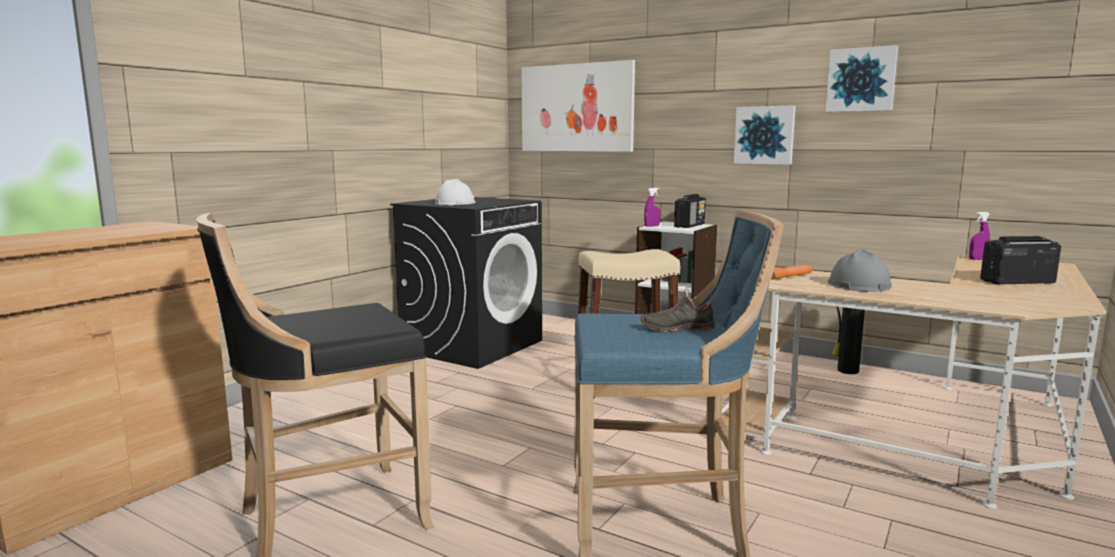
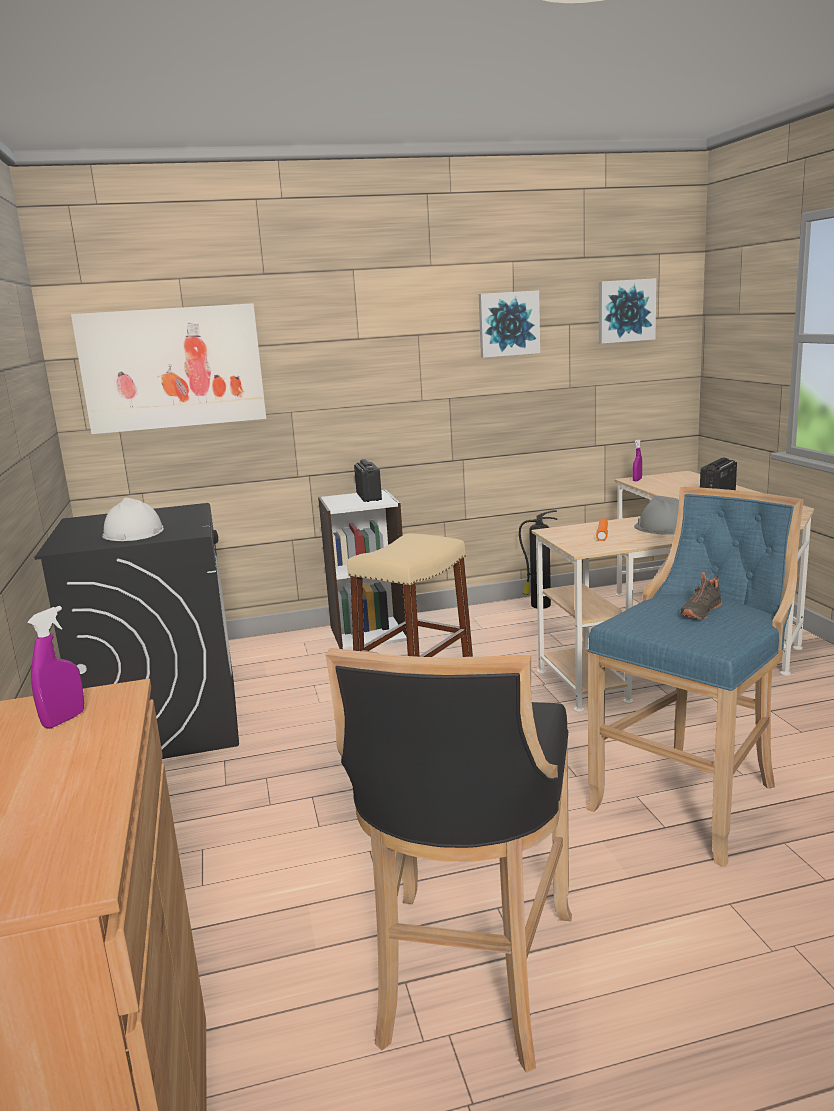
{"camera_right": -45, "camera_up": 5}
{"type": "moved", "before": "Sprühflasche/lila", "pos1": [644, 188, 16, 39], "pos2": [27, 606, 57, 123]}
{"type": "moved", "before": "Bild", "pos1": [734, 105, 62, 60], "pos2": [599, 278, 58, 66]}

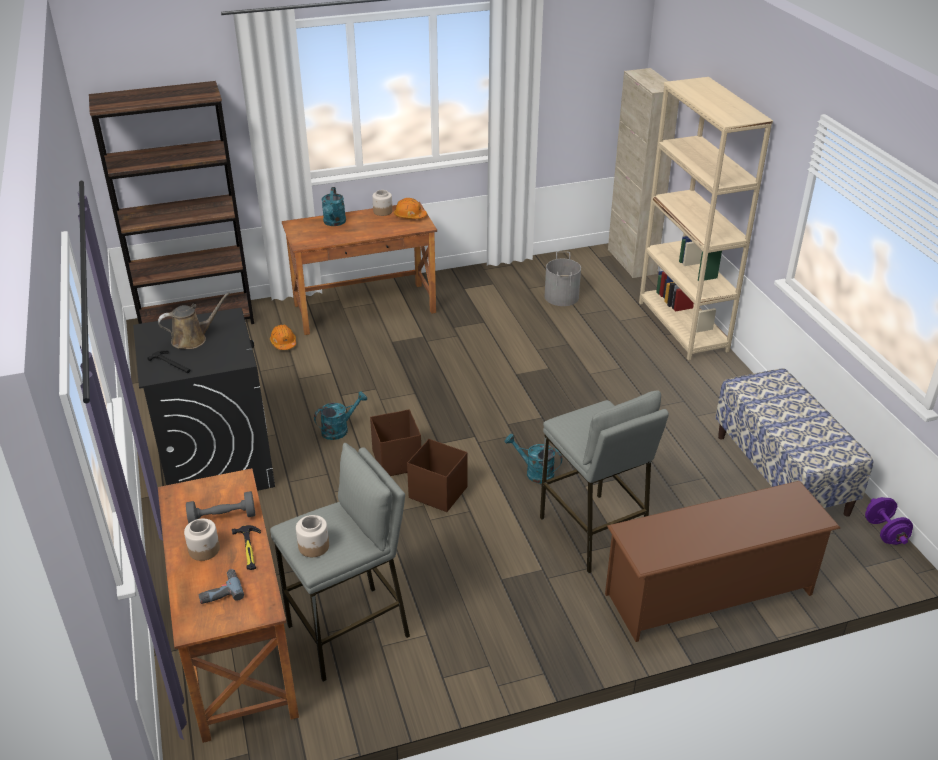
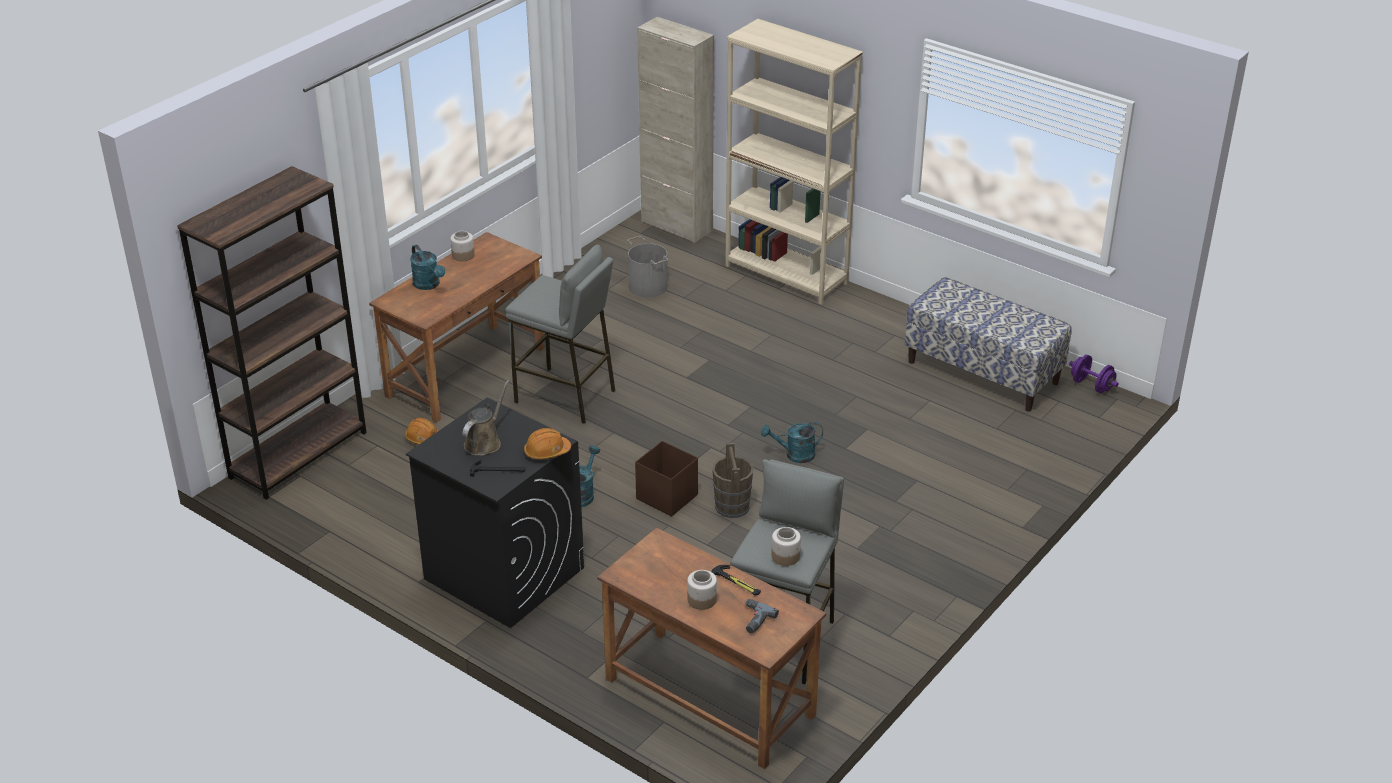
{"camera_right": -35, "camera_up": 0}
{"type": "removed", "before": "Hantel/grau", "pos1": [186, 491, 69, 33]}
{"type": "moved", "before": "Schutzhelm/orange", "pos1": [394, 198, 33, 21], "pos2": [524, 428, 47, 32]}
{"type": "replaced", "before": "Aufbewahrungsbox/braun", "after": "Eimer/braun", "pos1": [407, 439, 61, 73], "pos2": [712, 443, 42, 75]}
{"type": "moved", "before": "Hocker/grau", "pos1": [540, 390, 129, 183], "pos2": [505, 244, 110, 180]}
{"type": "removed", "before": "Schuhregal/braun", "pos1": [605, 481, 235, 161]}

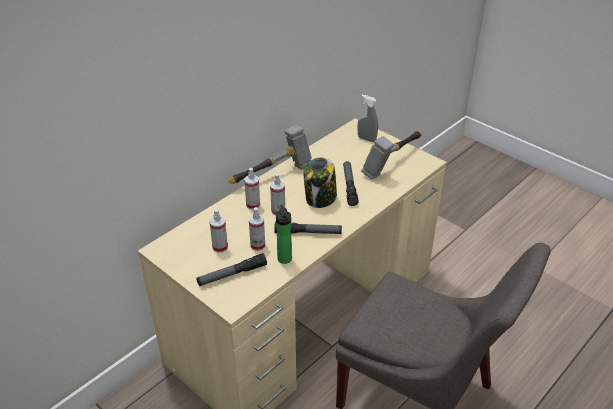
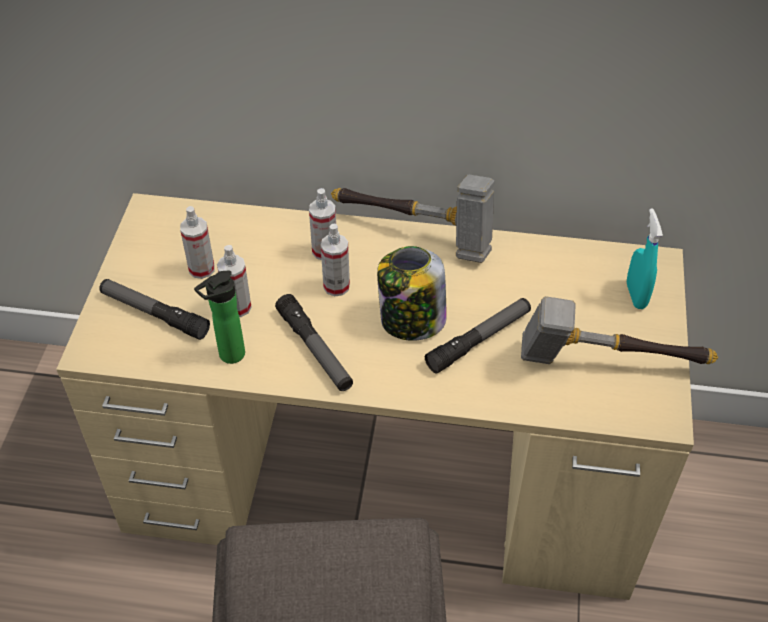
{"camera_right": 55, "camera_up": 10}
{"type": "recoloured", "before": "Sprühflasche/grau", "after": "Sprühflasche/türkis", "pos1": [358, 95, 20, 47], "pos2": [627, 208, 36, 101]}

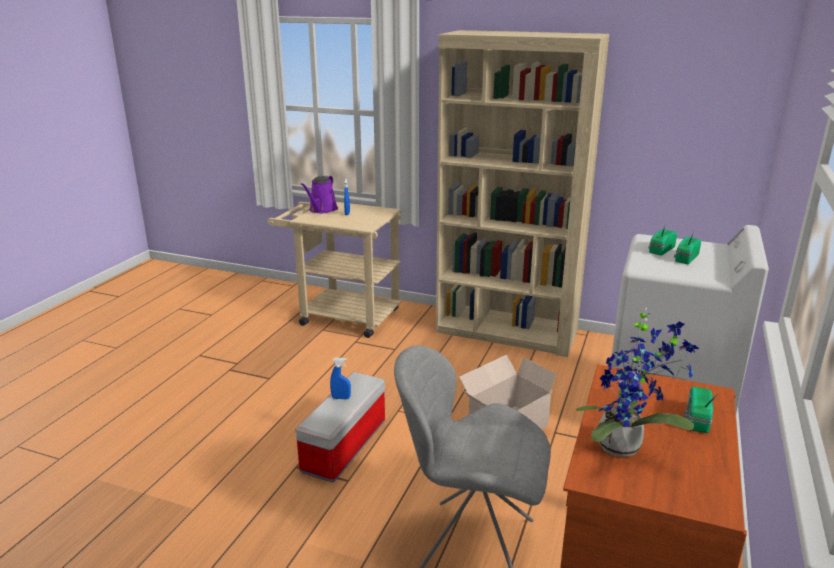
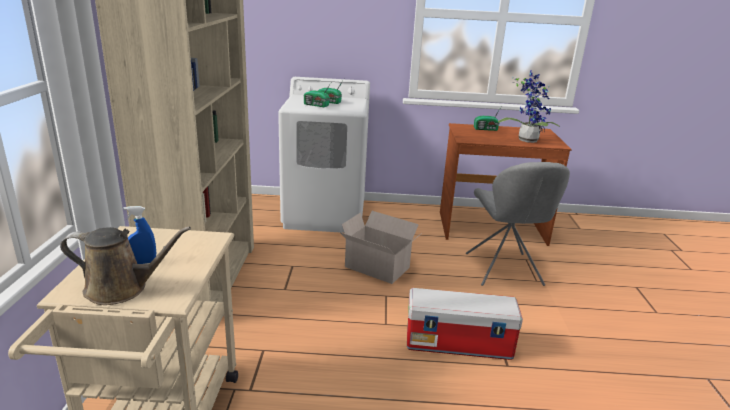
{"camera_right": -110, "camera_up": 0}
{"type": "recoloured", "before": "Gießkanne/lila", "after": "Gießkanne/braun", "pos1": [301, 175, 37, 38], "pos2": [60, 227, 131, 78]}
{"type": "removed", "before": "Sprühflasche/blau", "pos1": [330, 358, 21, 41]}

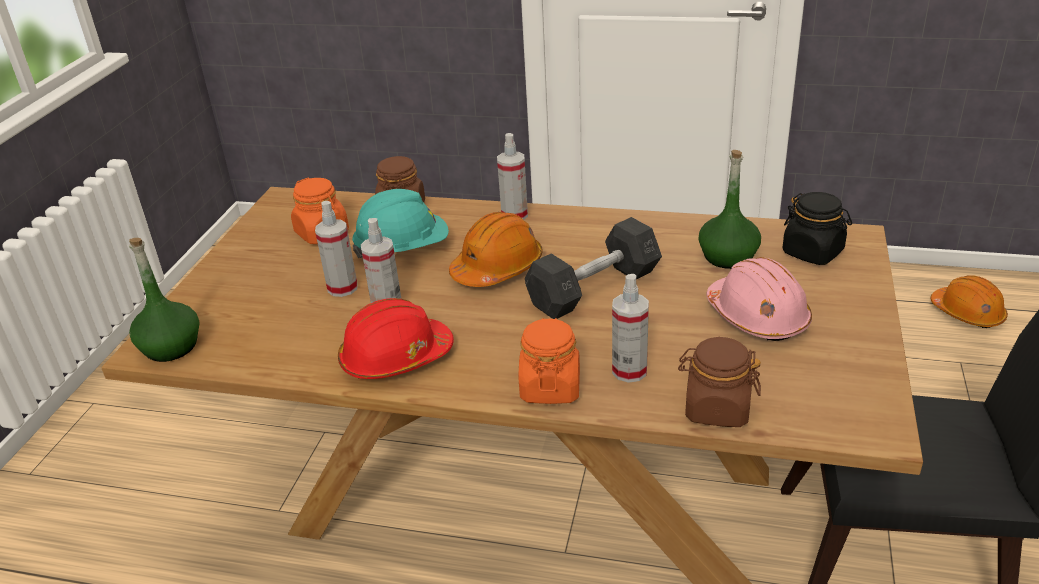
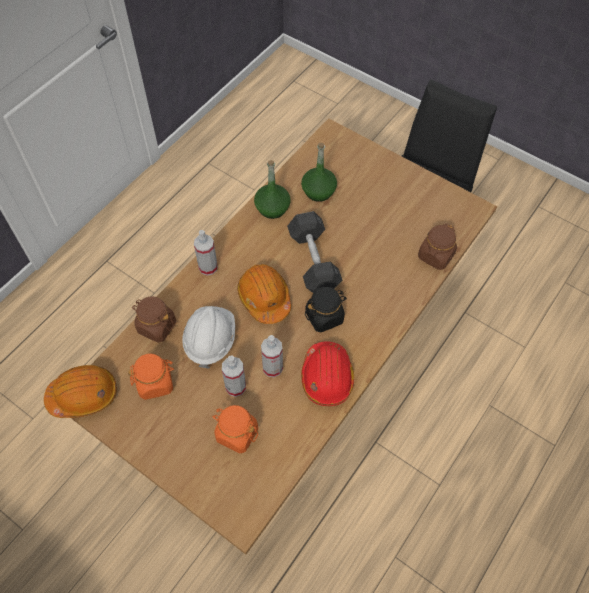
{"camera_right": -70, "camera_up": 25}
{"type": "moved", "before": "Flasche/grün", "pos1": [129, 238, 70, 124], "pos2": [254, 160, 37, 59]}
{"type": "recoloured", "before": "Schutzhelm/türkis", "after": "Schutzhelm/weiß", "pos1": [352, 189, 97, 69], "pos2": [182, 306, 53, 63]}
{"type": "moved", "before": "Vorratsglas/orange", "pos1": [519, 318, 61, 86], "pos2": [212, 405, 46, 48]}
{"type": "removed", "before": "Sprühflasche", "pos1": [612, 274, 37, 109]}
{"type": "removed", "before": "Schutzhelm/rosa", "pos1": [706, 257, 106, 84]}
{"type": "moved", "before": "Vorratsglas/schwarz", "pos1": [783, 192, 69, 73], "pos2": [305, 287, 42, 45]}
{"type": "moved", "before": "Schutzhelm/orange", "pos1": [931, 275, 77, 53], "pos2": [44, 365, 73, 53]}

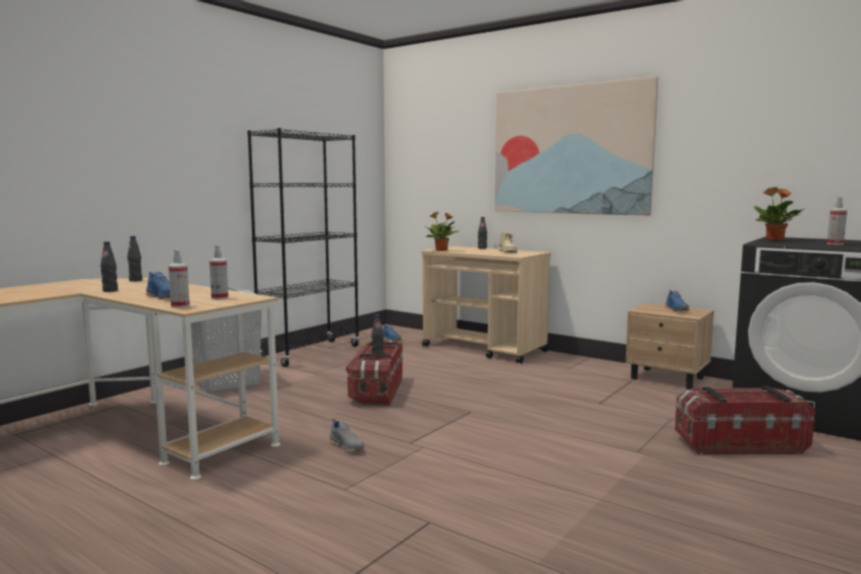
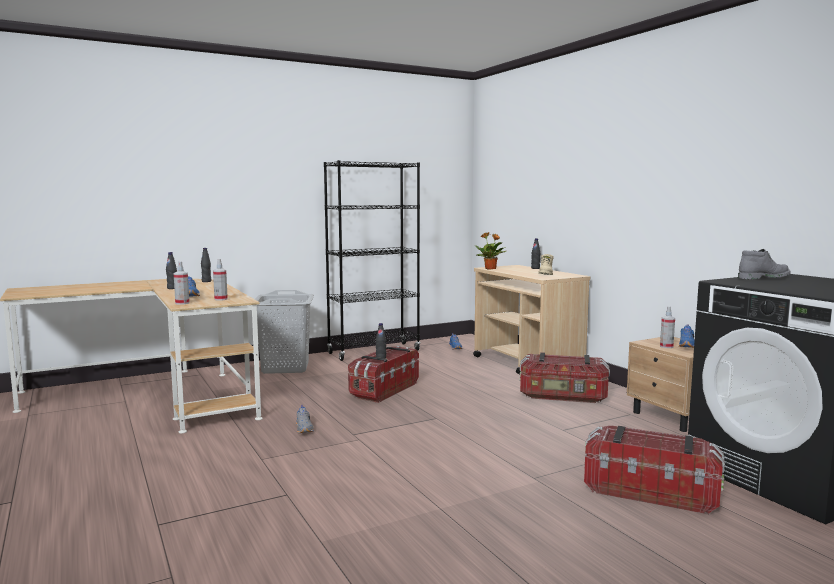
{"camera_right": 25, "camera_up": 0}
{"type": "removed", "before": "Bild", "pos1": [495, 76, 163, 139]}
{"type": "replaced", "before": "Topfpflanze", "after": "Stiefel/grau", "pos1": [753, 187, 51, 54], "pos2": [738, 249, 53, 30]}
{"type": "moved", "before": "Sprühflasche", "pos1": [827, 197, 20, 48], "pos2": [660, 306, 15, 42]}
{"type": "added", "after": "Aufbewahrungsbox", "pos2": [519, 352, 91, 51]}

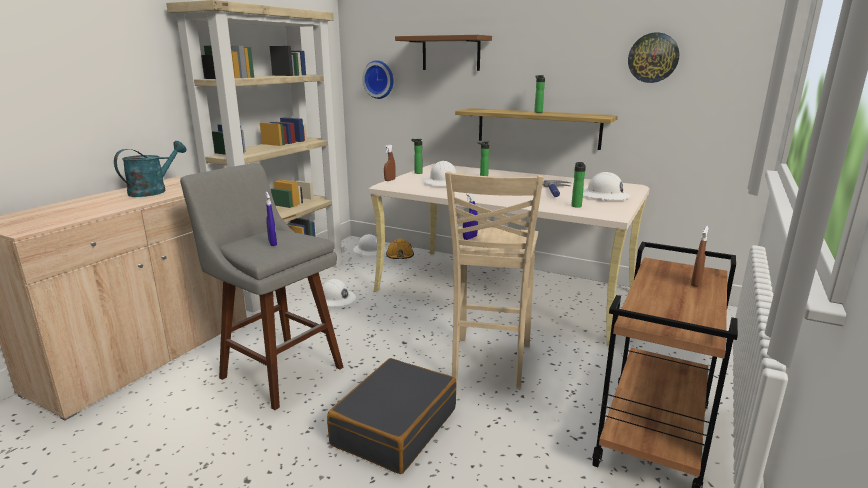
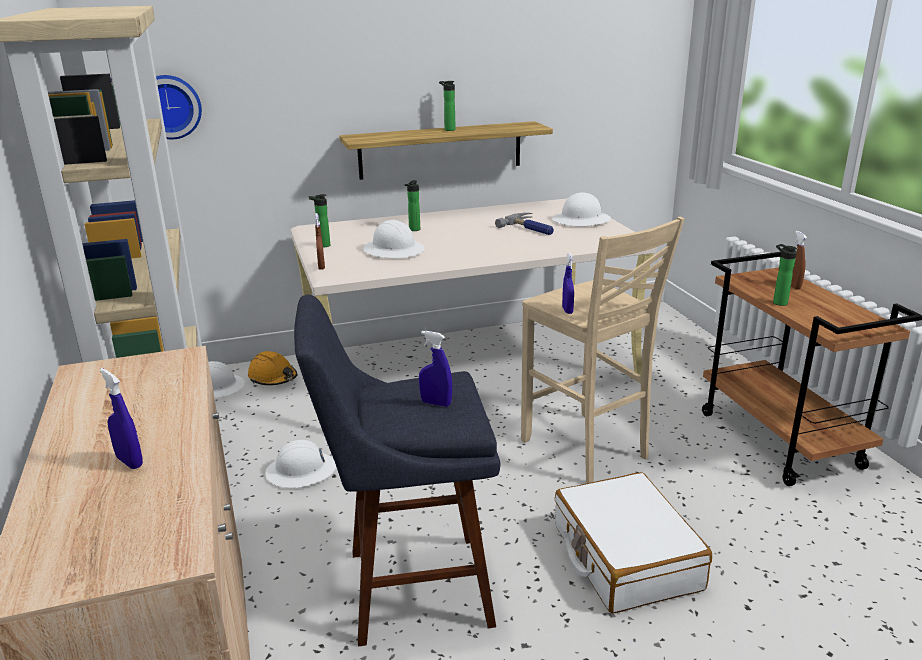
{"camera_right": -45, "camera_up": 5}
{"type": "removed", "before": "Gießkanne/türkis", "pos1": [114, 141, 73, 56]}
{"type": "recoloured", "before": "Hocker/grau", "after": "Hocker/blau", "pos1": [180, 163, 164, 247], "pos2": [294, 294, 206, 353]}
{"type": "recoloured", "before": "Koffer/schwarz", "after": "Koffer/weiß", "pos1": [327, 358, 130, 116], "pos2": [555, 472, 157, 142]}
{"type": "removed", "before": "Wandregal/braun", "pos1": [395, 35, 97, 36]}
{"type": "moved", "before": "Flasche", "pos1": [571, 162, 15, 46], "pos2": [773, 244, 24, 62]}
{"type": "removed", "before": "Wanduhr", "pos1": [628, 32, 51, 51]}
{"type": "added", "after": "Sprühflasche/blau", "pos2": [100, 368, 43, 101]}

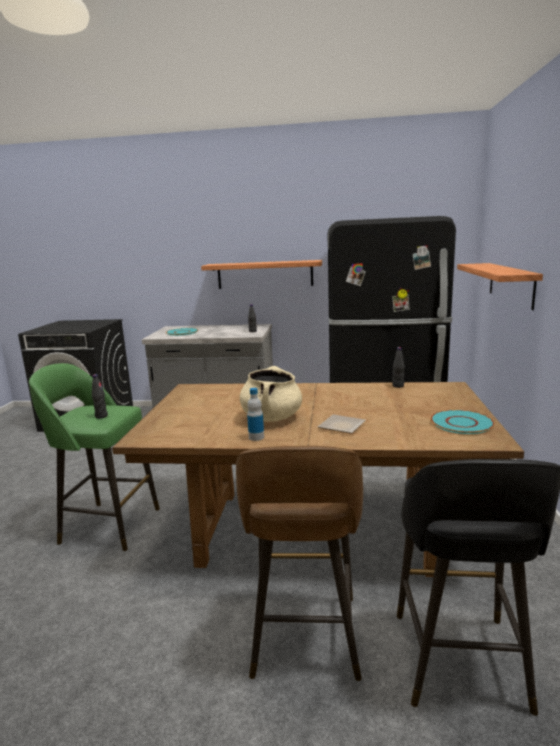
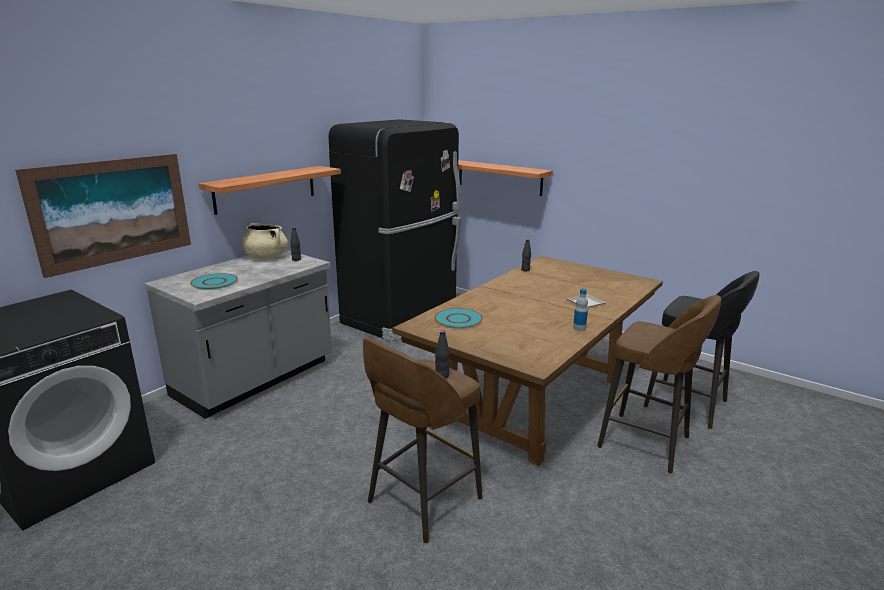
{"camera_right": -60, "camera_up": 5}
{"type": "recoloured", "before": "Hocker/grün", "after": "Hocker/braun", "pos1": [29, 363, 131, 188], "pos2": [363, 338, 120, 205]}
{"type": "moved", "before": "Kochtopf/beige", "pos1": [240, 366, 62, 56], "pos2": [242, 223, 46, 36]}
{"type": "moved", "before": "Teller/türkis", "pos1": [430, 410, 65, 24], "pos2": [434, 308, 49, 21]}
{"type": "added", "after": "Bild", "pos2": [15, 154, 176, 124]}

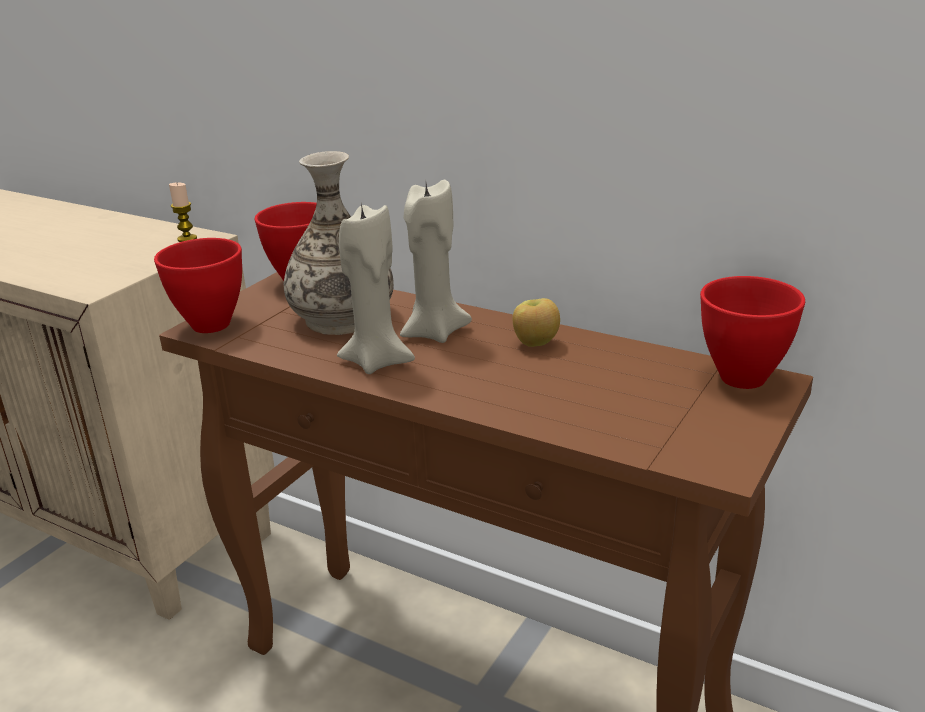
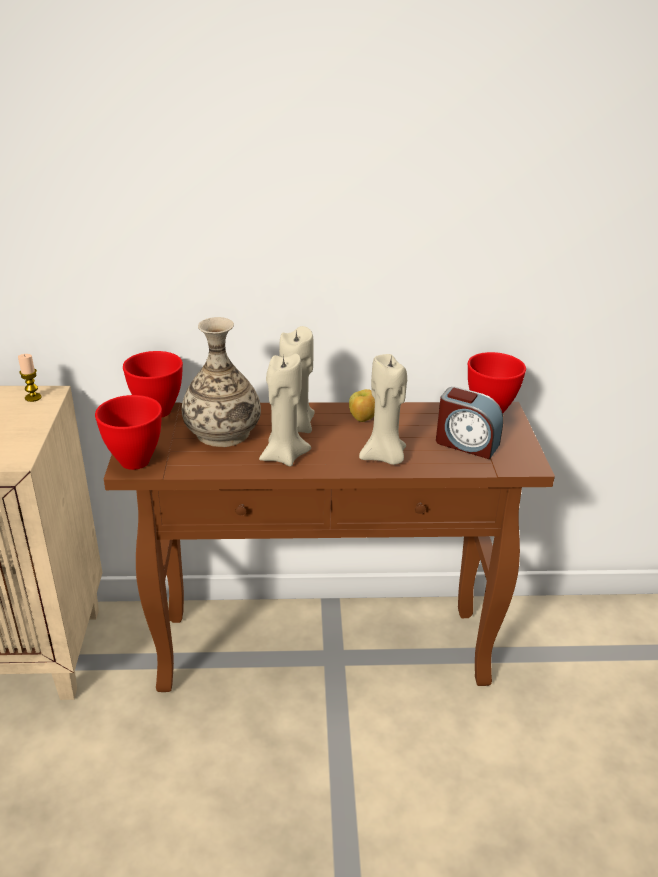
{"camera_right": -35, "camera_up": 5}
{"type": "added", "after": "Kerze/beige", "pos2": [359, 354, 48, 111]}
{"type": "added", "after": "Wecker", "pos2": [436, 387, 68, 72]}

